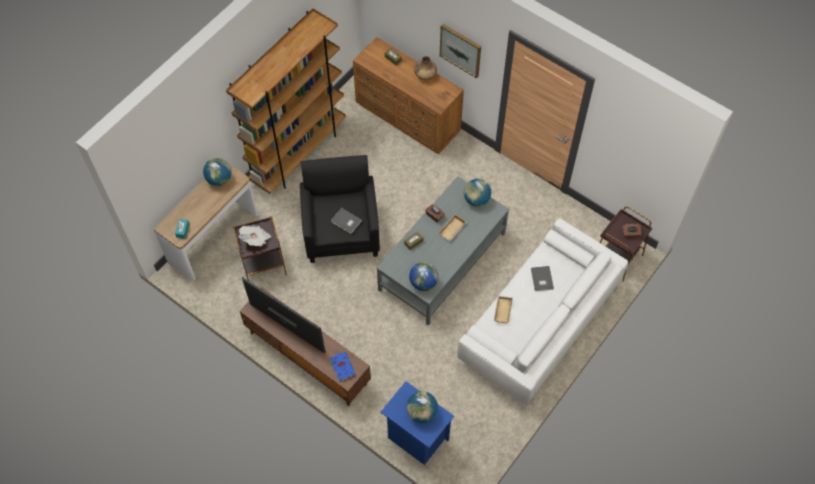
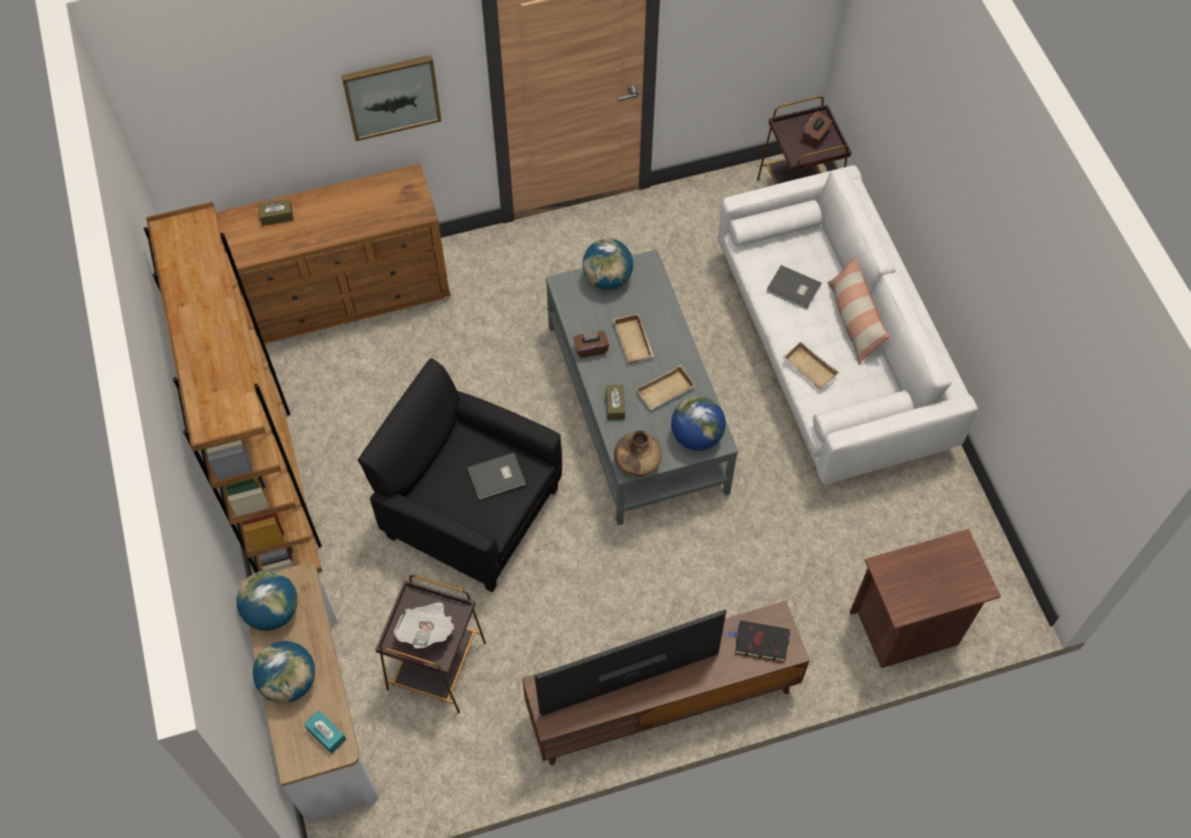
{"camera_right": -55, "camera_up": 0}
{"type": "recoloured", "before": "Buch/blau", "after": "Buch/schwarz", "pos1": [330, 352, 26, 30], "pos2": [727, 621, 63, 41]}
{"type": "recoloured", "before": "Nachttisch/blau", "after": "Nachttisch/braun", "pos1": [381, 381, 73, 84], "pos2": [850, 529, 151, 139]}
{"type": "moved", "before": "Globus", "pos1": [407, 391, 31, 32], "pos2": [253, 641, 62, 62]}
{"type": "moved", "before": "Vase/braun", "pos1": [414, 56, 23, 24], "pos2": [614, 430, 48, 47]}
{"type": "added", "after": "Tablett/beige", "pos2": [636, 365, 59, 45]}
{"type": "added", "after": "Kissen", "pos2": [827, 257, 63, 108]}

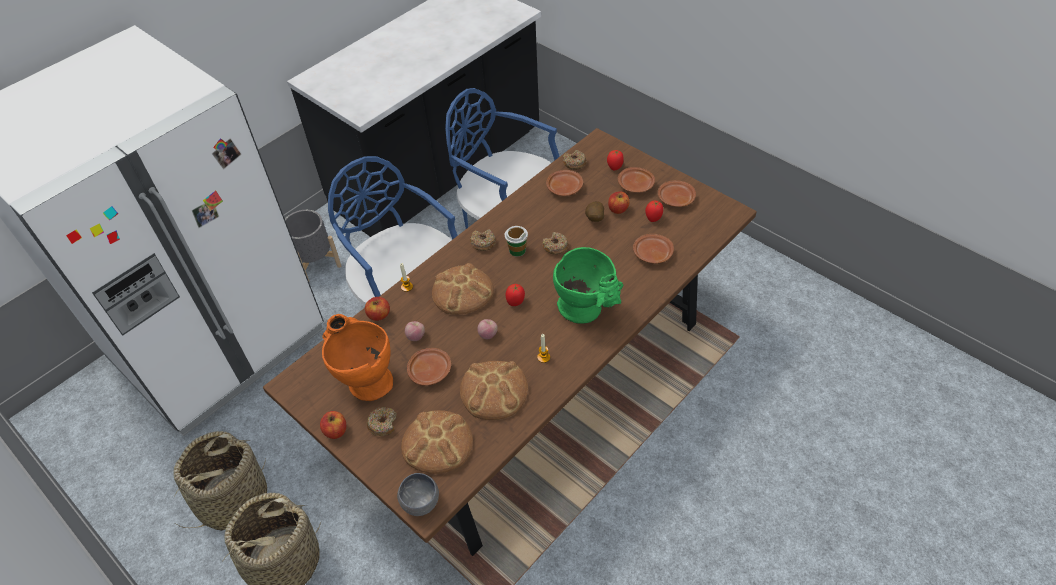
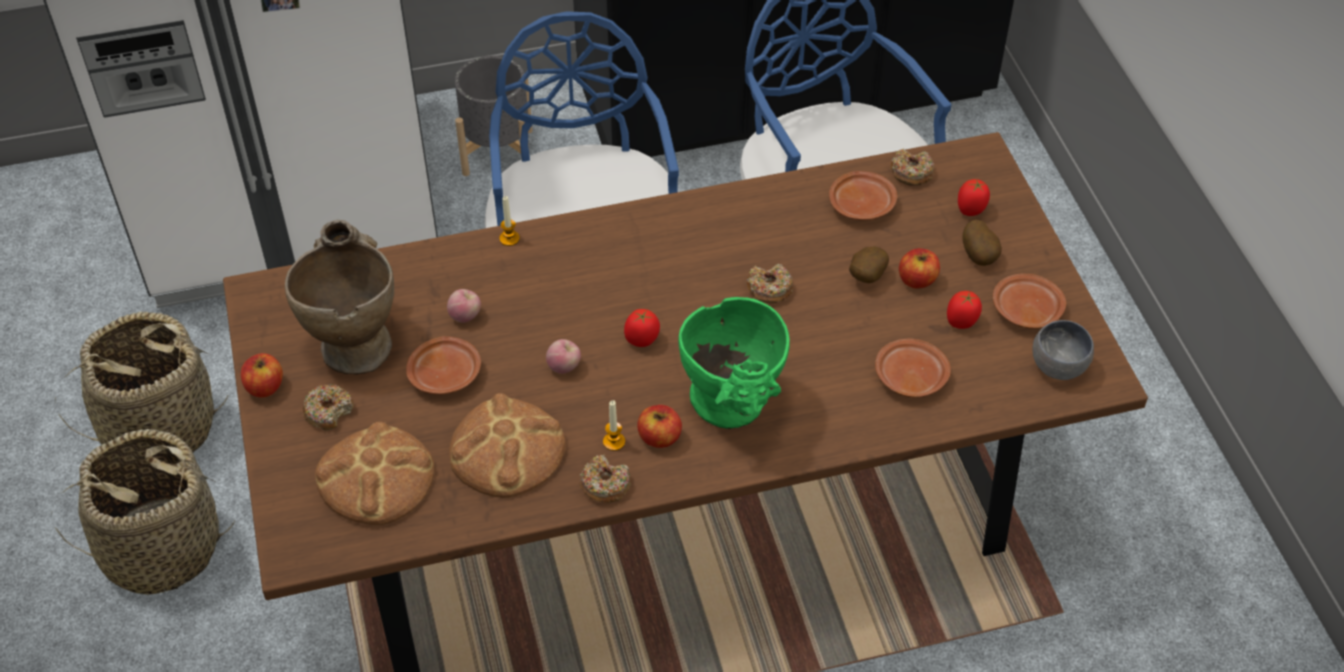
{"camera_right": 30, "camera_up": 0}
{"type": "recoloured", "before": "Vase/orange", "after": "Vase/beige", "pos1": [322, 314, 71, 87], "pos2": [285, 220, 109, 155]}
{"type": "moved", "before": "Apfel", "pos1": [365, 297, 25, 24], "pos2": [637, 405, 45, 43]}
{"type": "moved", "before": "Schüssel/grau", "pos1": [397, 473, 42, 43], "pos2": [1032, 320, 62, 60]}
{"type": "removed", "before": "Brot", "pos1": [432, 263, 62, 52]}
{"type": "moved", "before": "Donut", "pos1": [470, 229, 26, 22], "pos2": [580, 454, 51, 49]}
{"type": "removed", "before": "Tasse", "pos1": [505, 226, 23, 30]}
{"type": "replaced", "before": "Teller/braun", "after": "Kartoffel", "pos1": [618, 167, 37, 26], "pos2": [962, 220, 40, 46]}

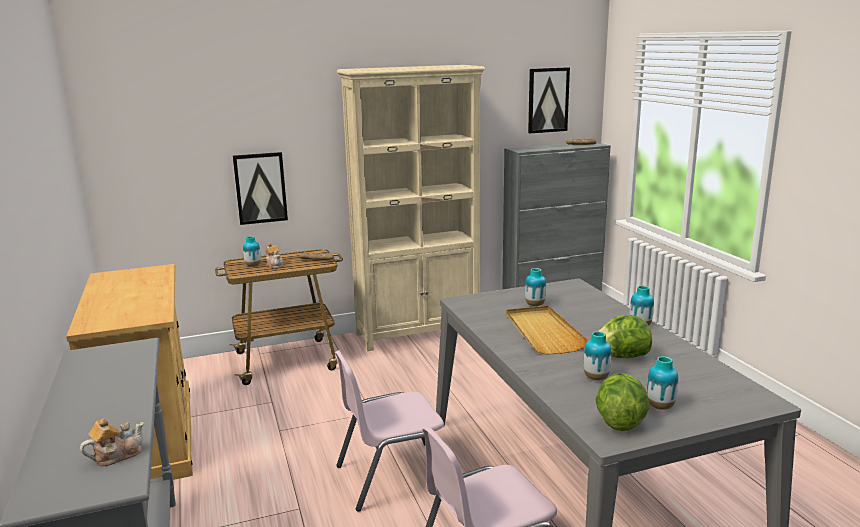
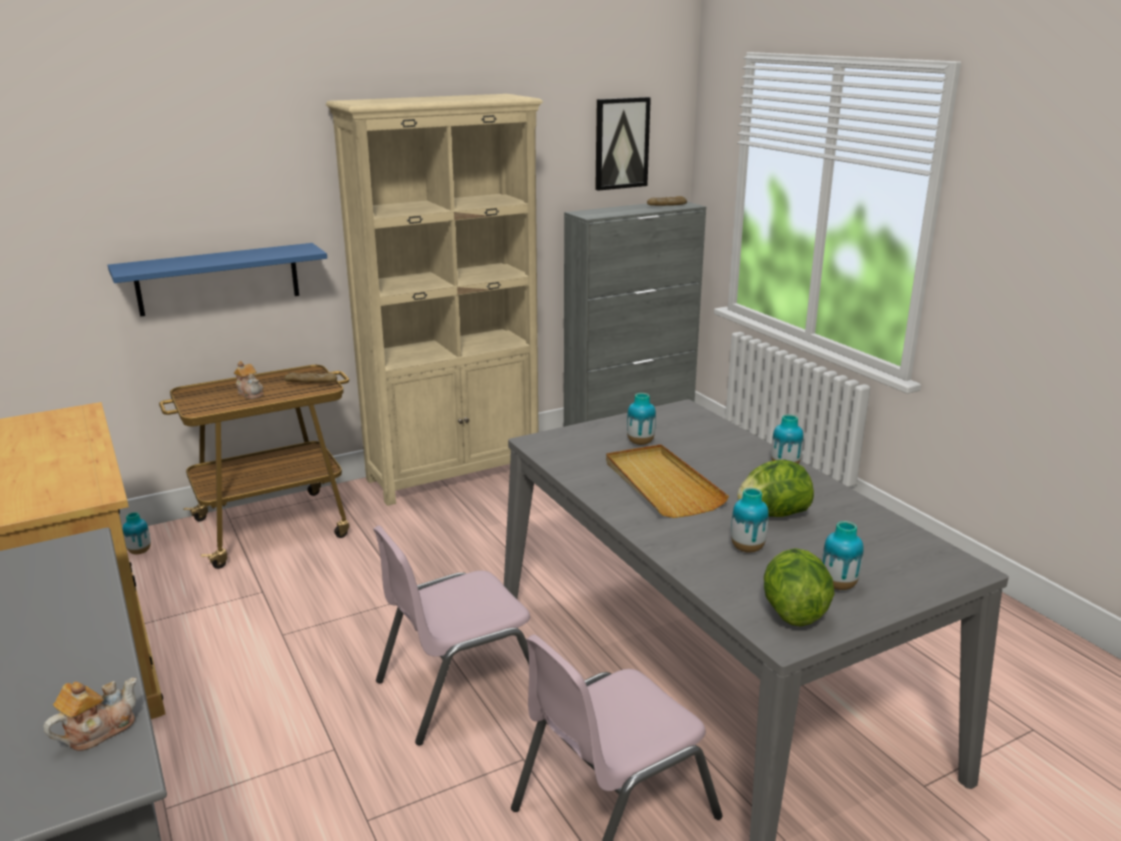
{"camera_right": -10, "camera_up": 5}
{"type": "replaced", "before": "Bild", "after": "Wandregal/blau", "pos1": [233, 152, 55, 73], "pos2": [108, 243, 219, 74]}
{"type": "moved", "before": "Vase", "pos1": [243, 236, 18, 31], "pos2": [123, 512, 28, 42]}

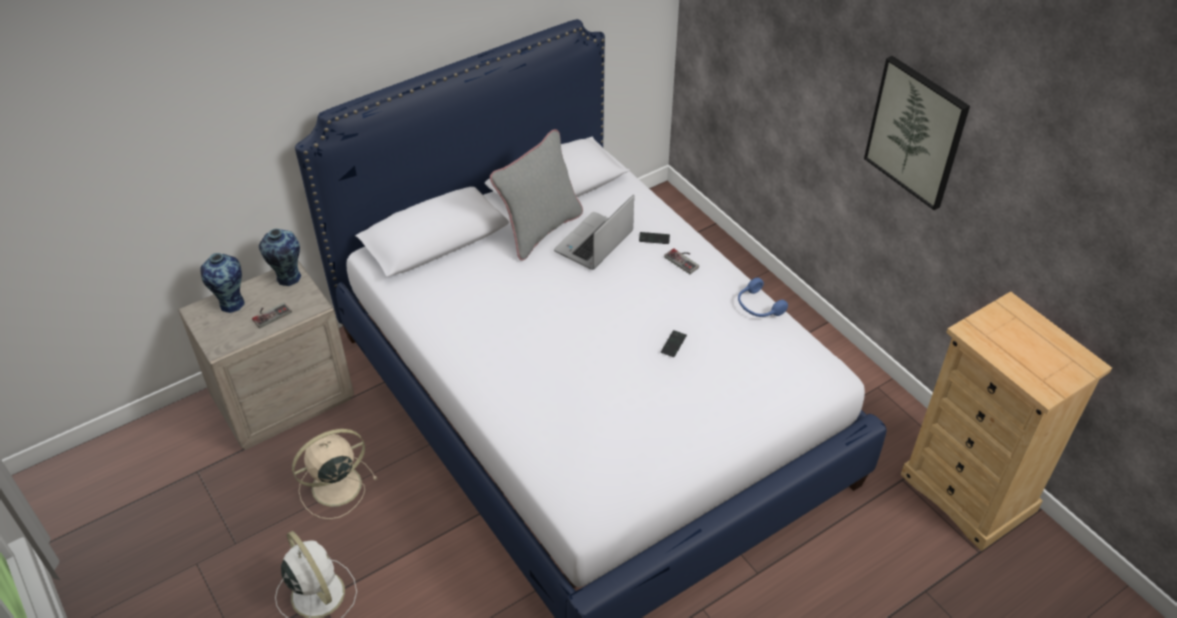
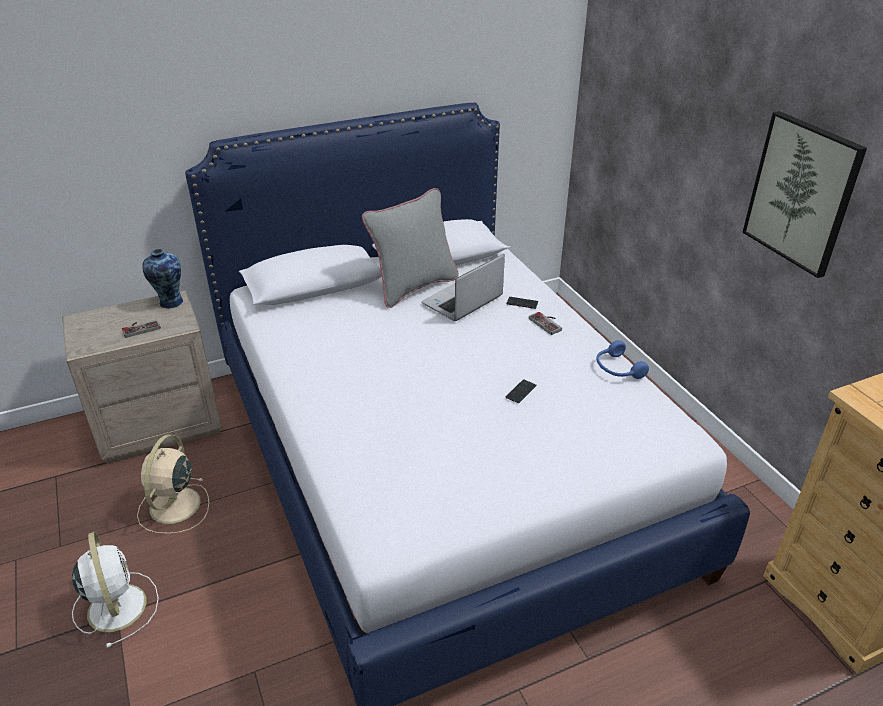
{"camera_right": 10, "camera_up": -10}
{"type": "removed", "before": "Vase", "pos1": [200, 253, 45, 60]}
{"type": "turned", "before": "Ventilator/beige", "pos1": [292, 429, 86, 90], "pos2": [137, 434, 72, 100], "turn": -60}

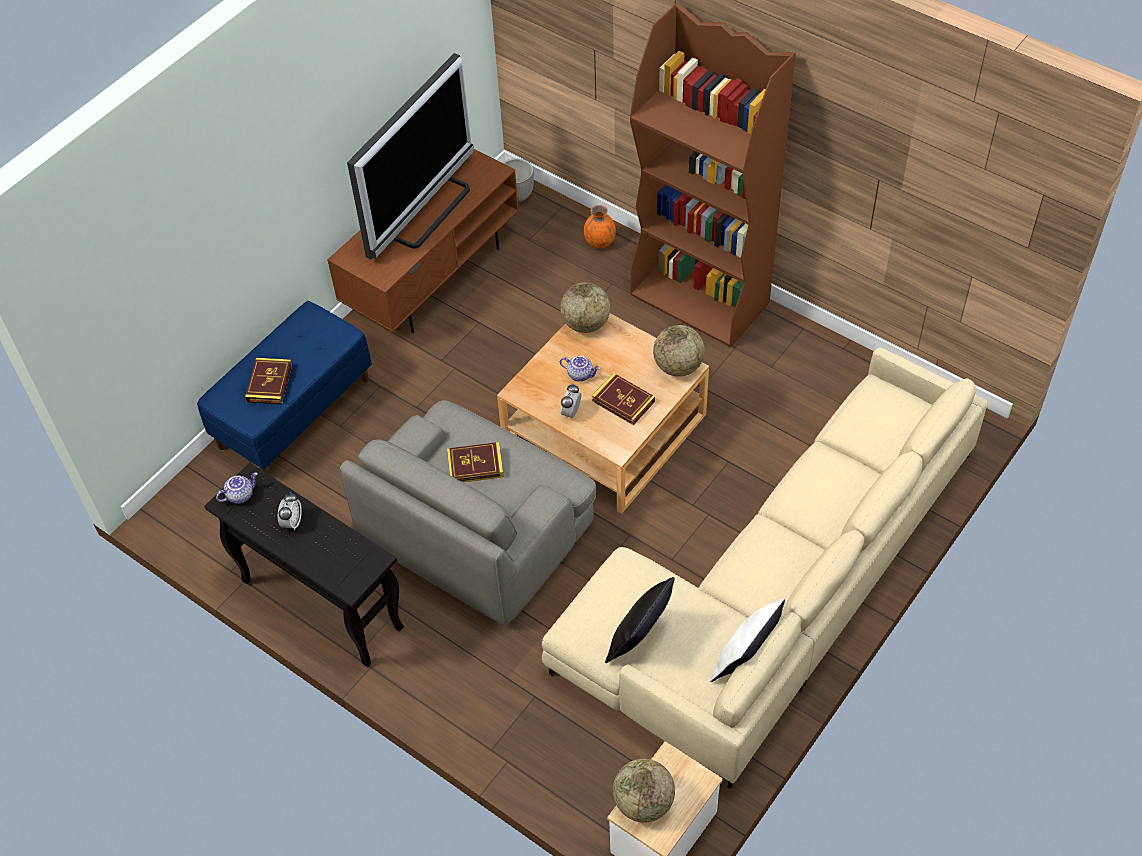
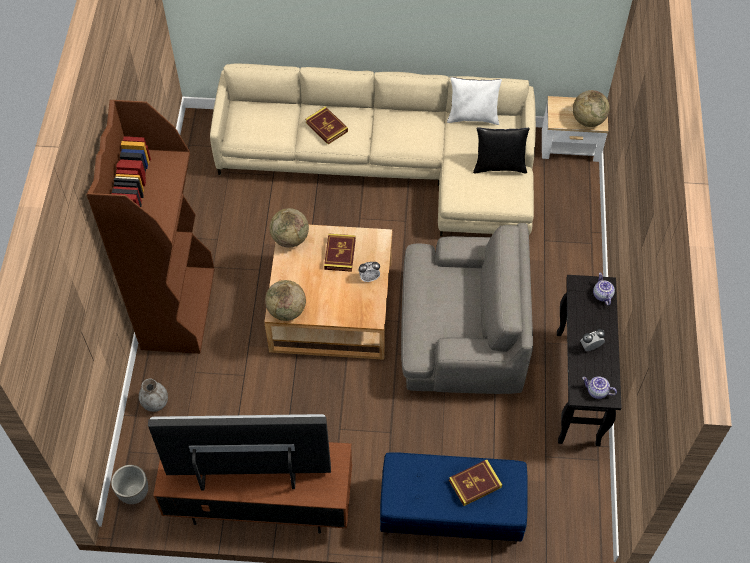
{"camera_right": -125, "camera_up": 5}
{"type": "moved", "before": "Buch", "pos1": [447, 442, 57, 40], "pos2": [305, 106, 43, 38]}
{"type": "moved", "before": "Teekanne", "pos1": [560, 356, 40, 26], "pos2": [593, 273, 22, 33]}
{"type": "recoloured", "before": "Vase/orange", "after": "Vase/grau", "pos1": [584, 205, 32, 44], "pos2": [139, 379, 29, 33]}

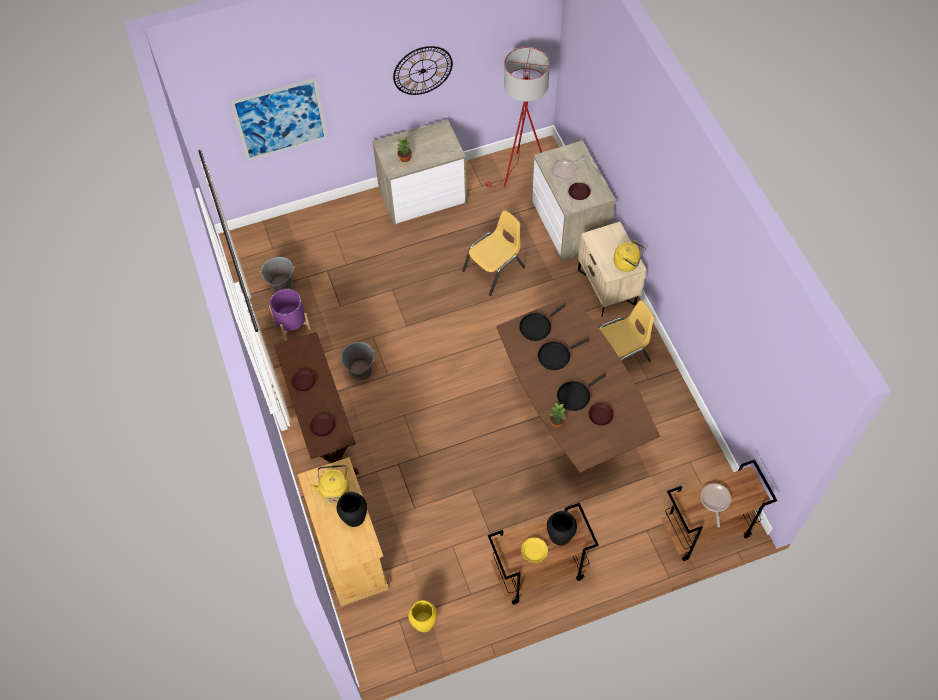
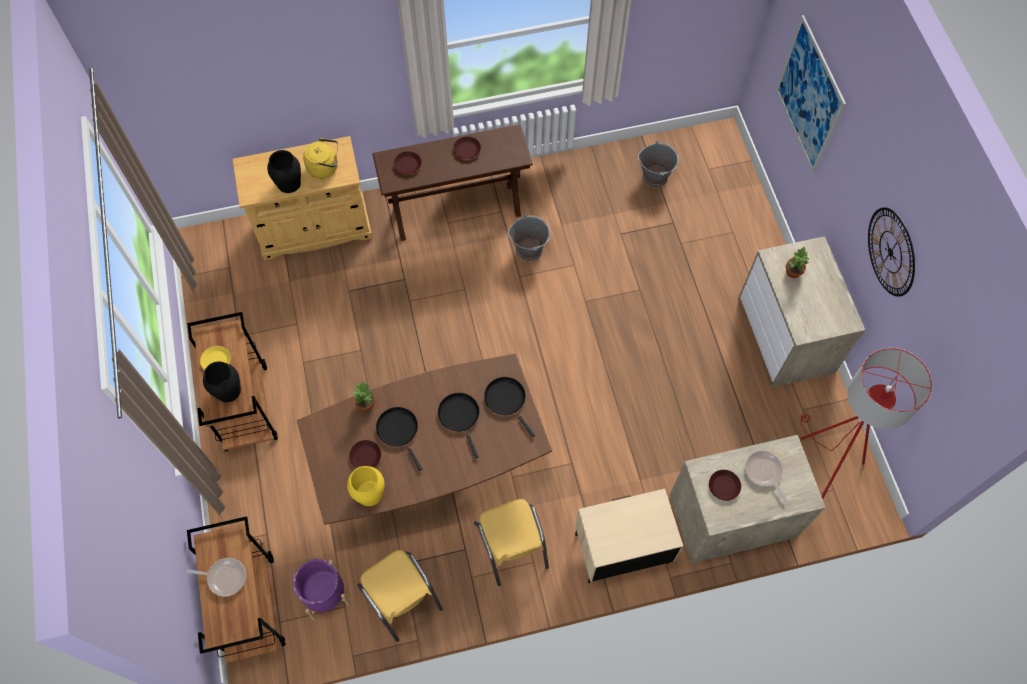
{"camera_right": 95, "camera_up": 5}
{"type": "moved", "before": "Pflanzkübel/lila", "pos1": [269, 289, 42, 52], "pos2": [293, 559, 57, 61]}
{"type": "moved", "before": "Vase/gelb", "pos1": [408, 600, 29, 32], "pos2": [347, 466, 38, 40]}
{"type": "moved", "before": "Stuhl/gelb", "pos1": [462, 210, 63, 86], "pos2": [357, 550, 86, 92]}
{"type": "removed", "before": "Wasserkessel/gelb", "pos1": [614, 240, 32, 32]}

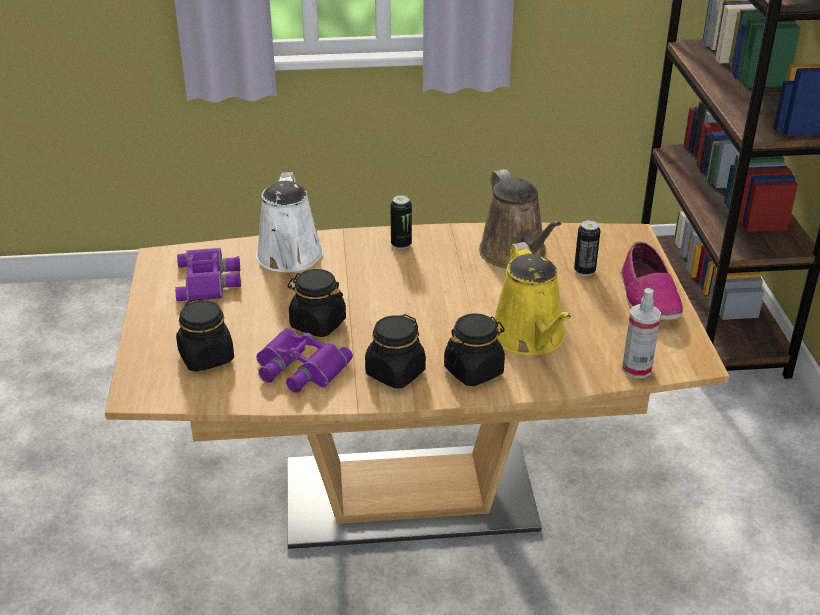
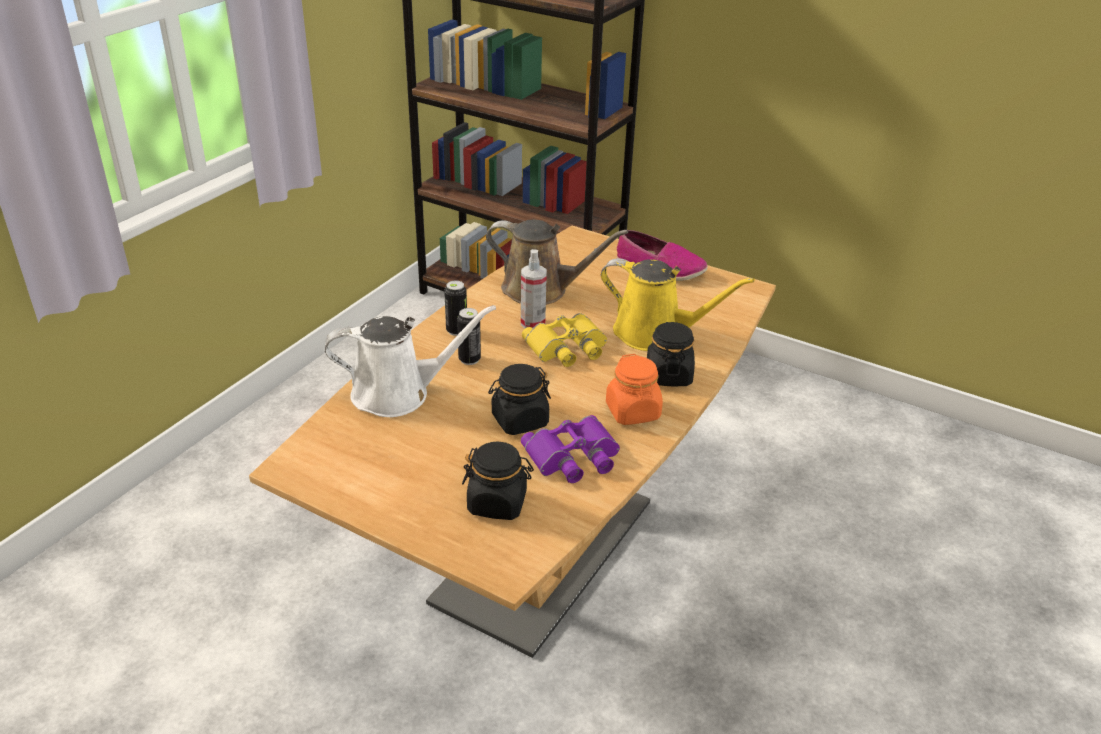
{"camera_right": -55, "camera_up": 0}
{"type": "removed", "before": "Fernglas/lila", "pos1": [175, 248, 66, 53]}
{"type": "turned", "before": "Gießkanne/weiß", "pos1": [256, 172, 68, 100], "pos2": [325, 305, 171, 112], "turn": -45}
{"type": "recoloured", "before": "Vorratsglas/schwarz", "after": "Vorratsglas/orange", "pos1": [365, 314, 61, 75], "pos2": [606, 354, 57, 71]}
{"type": "moved", "before": "Dose", "pos1": [574, 220, 26, 56], "pos2": [457, 308, 24, 57]}
{"type": "moved", "before": "Sprühflasche", "pos1": [622, 288, 39, 90], "pos2": [521, 249, 26, 79]}
{"type": "added", "after": "Fernglas/gelb", "pos2": [522, 313, 85, 54]}

